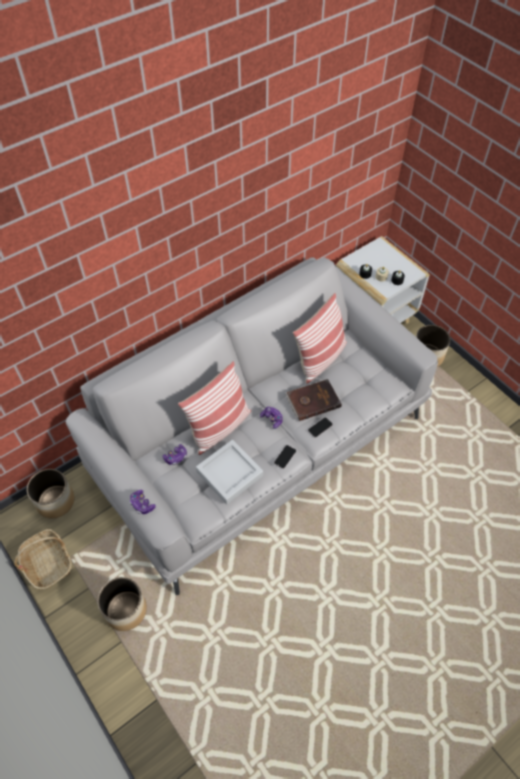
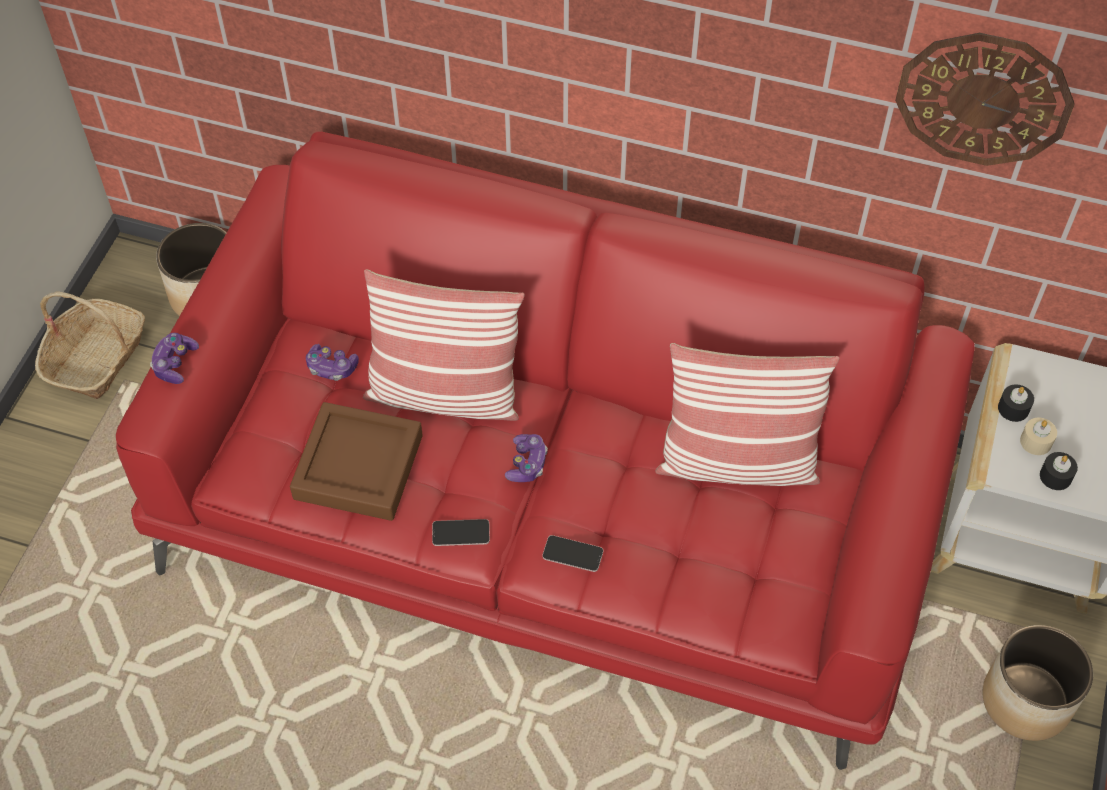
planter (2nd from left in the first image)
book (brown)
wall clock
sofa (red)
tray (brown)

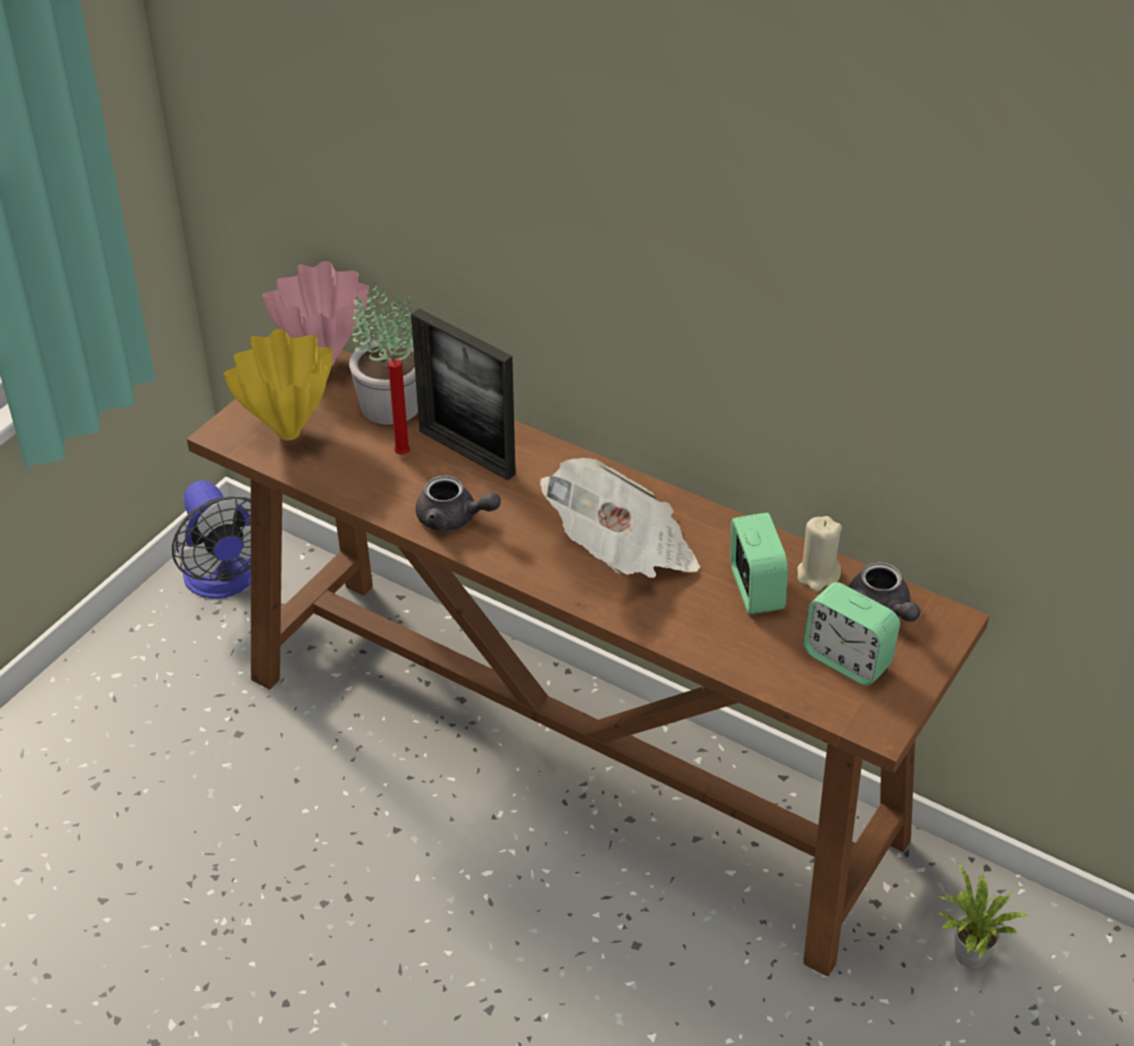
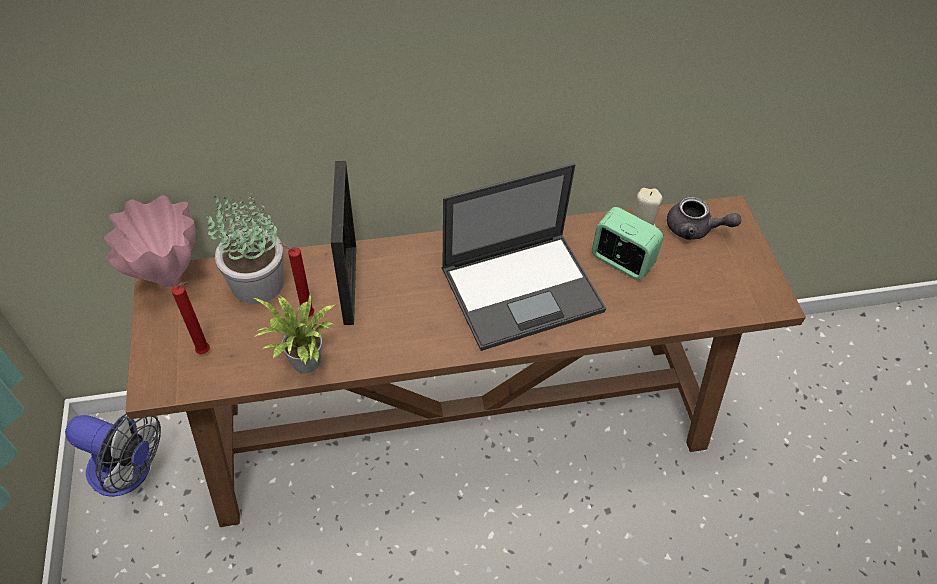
teapot (grey) (1st from left in the first image)
alarm clock (2nd from left in the first image)
potted plant (2nd from left)
candle (red) (1st from left)
laptop
picture frame

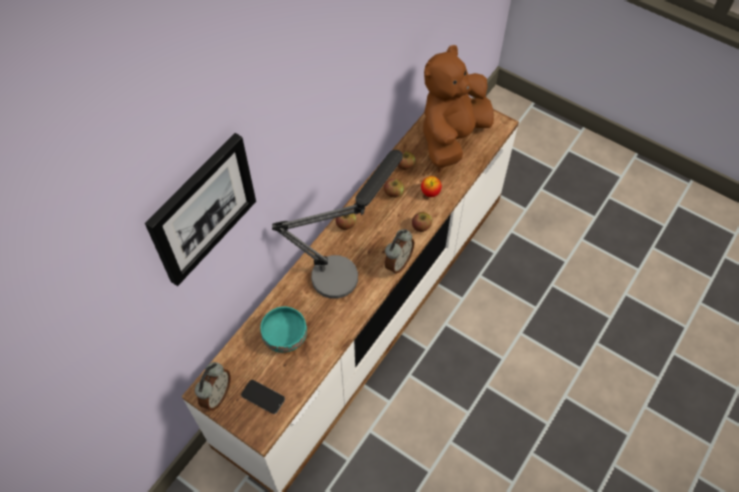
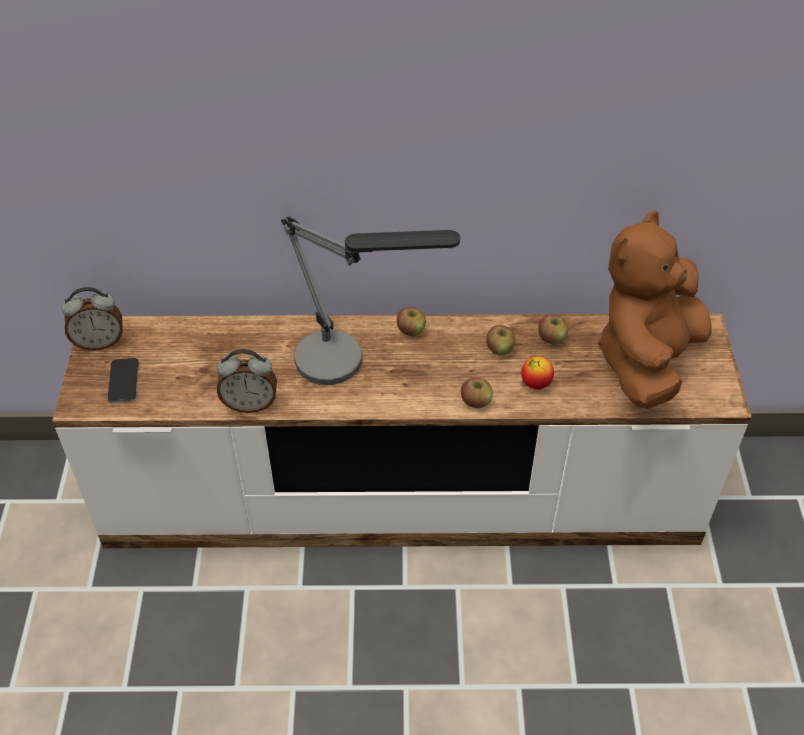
picture
bowl (turquoise)
alarm clock (2nd from left)
plush toy (brown)

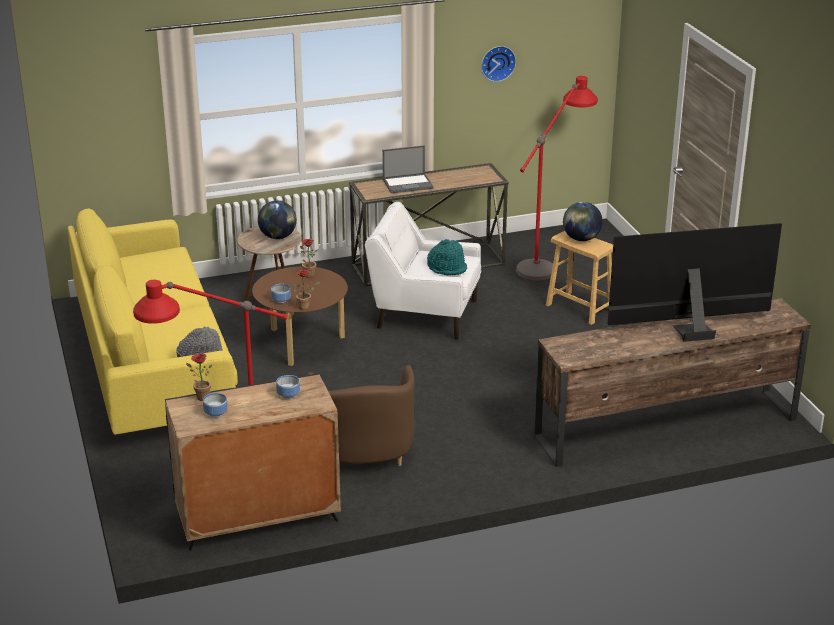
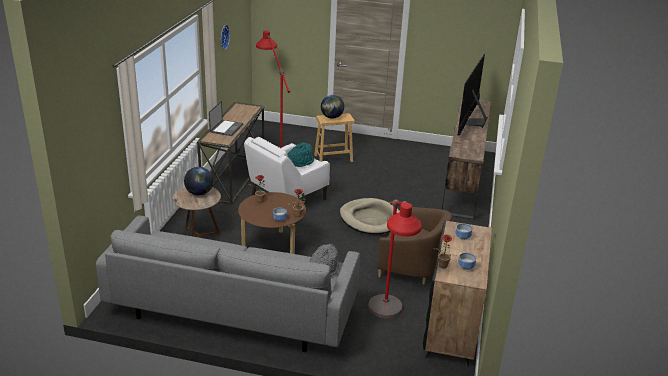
dog bed (beige)
sofa (grey)

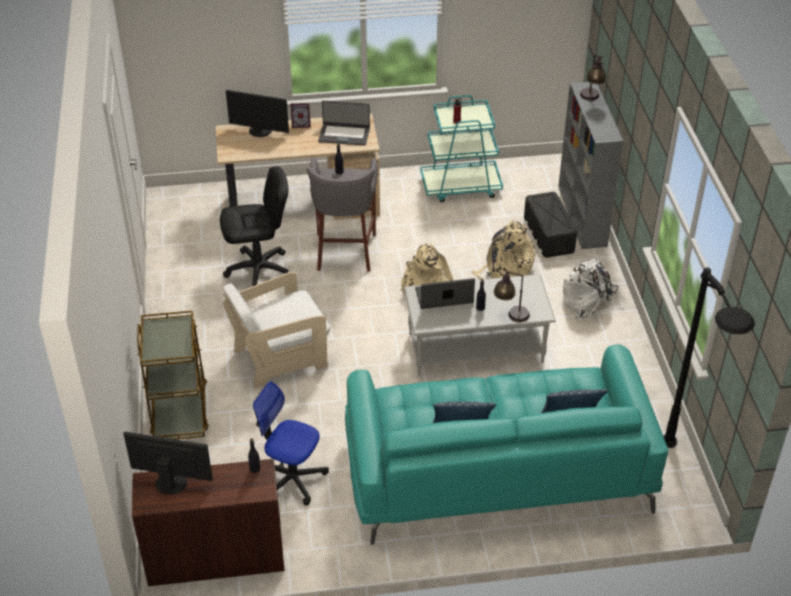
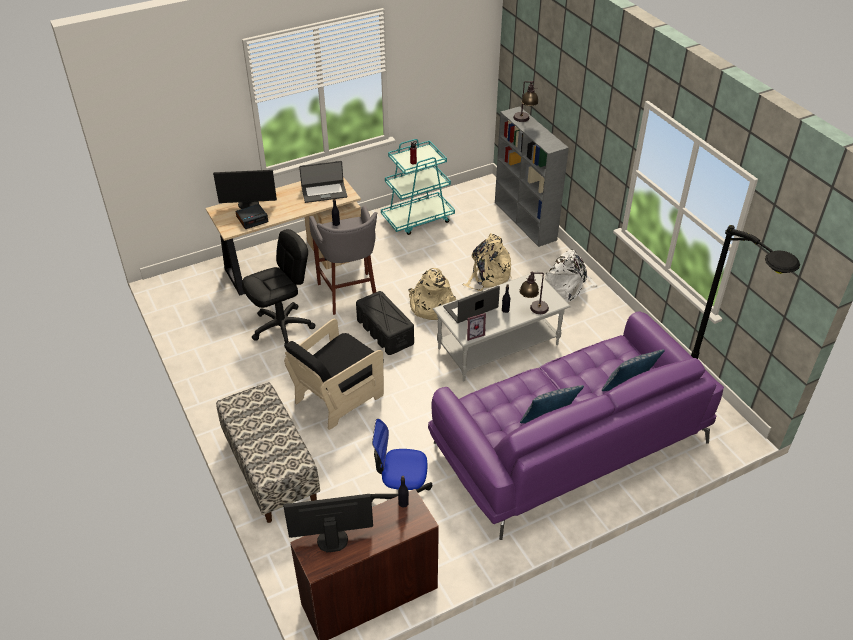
alarm clock
picture frame
storage box (black)
bench
armchair (black)
sofa (purple)

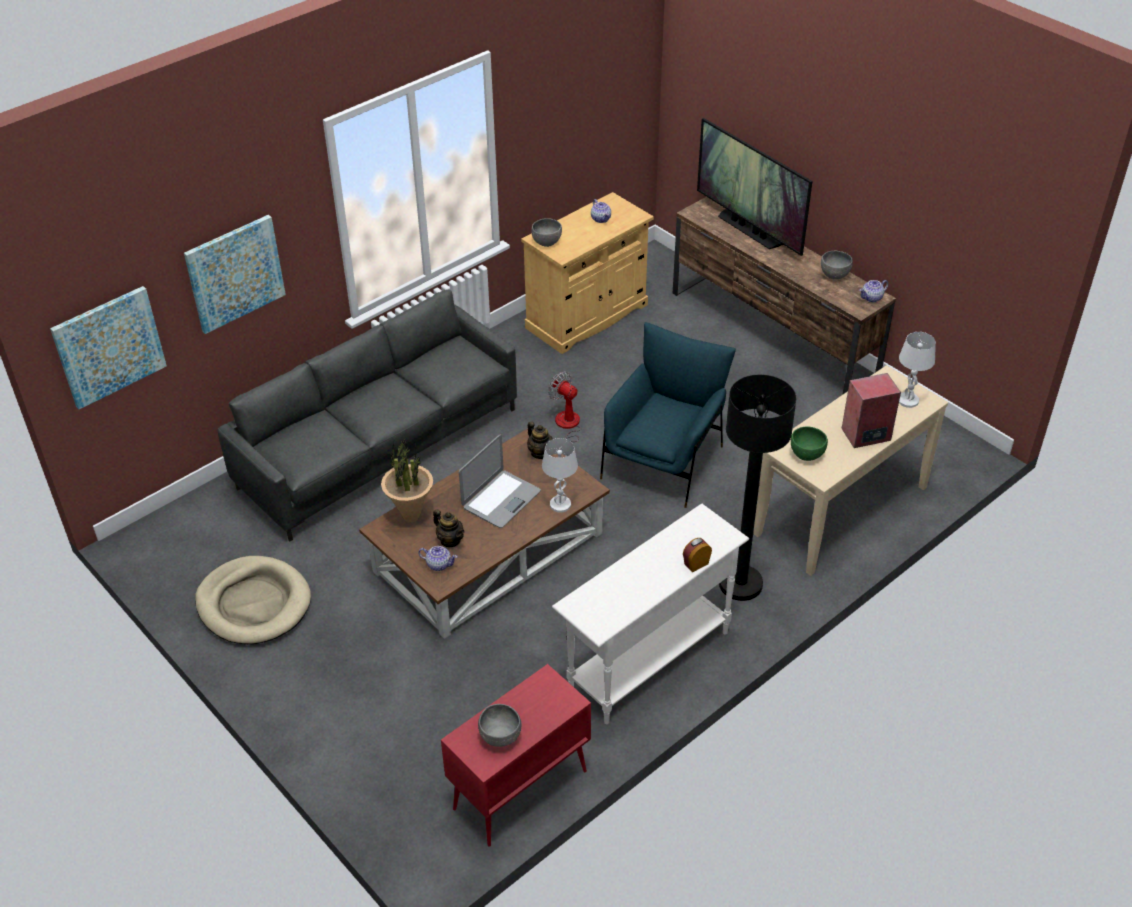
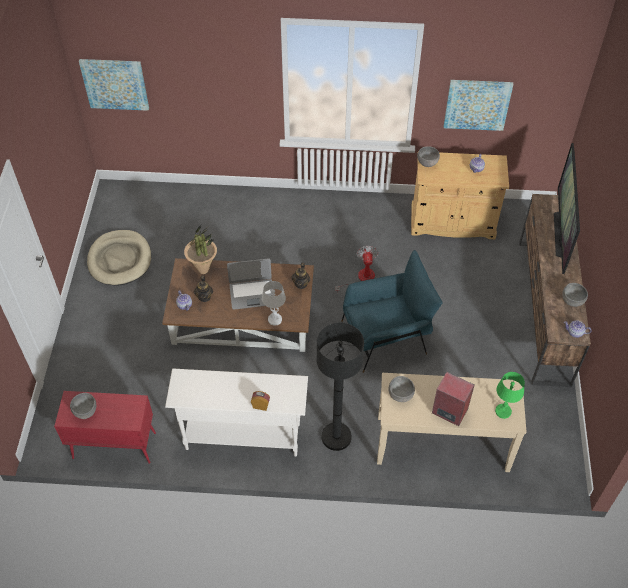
sofa (grey)
picture (2nd from left)
bowl (grey) (2nd from left)
table lamp (green)

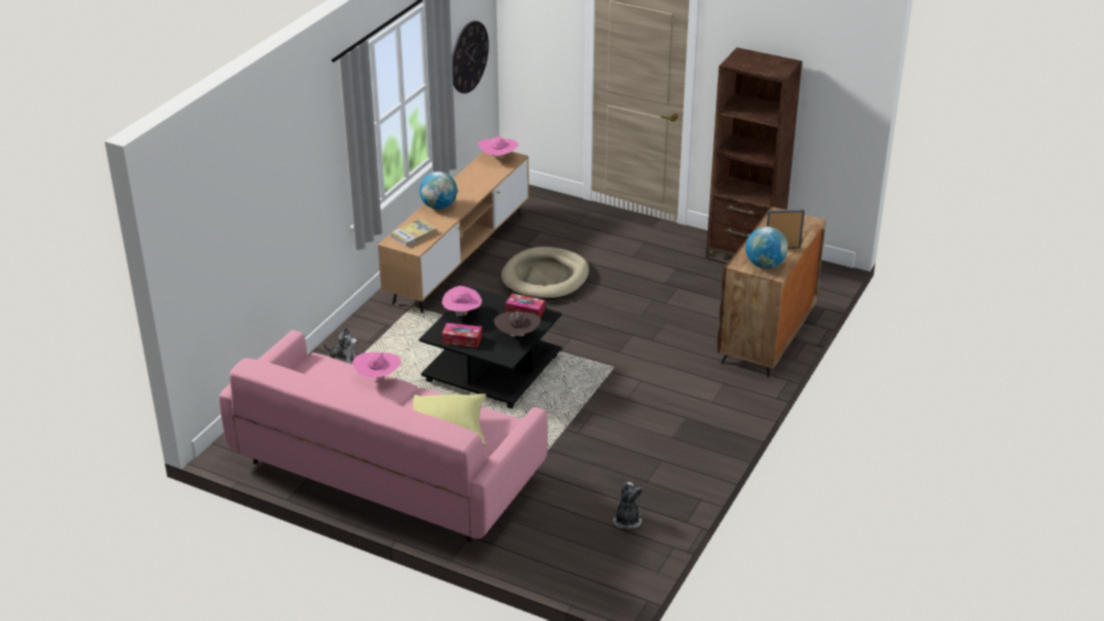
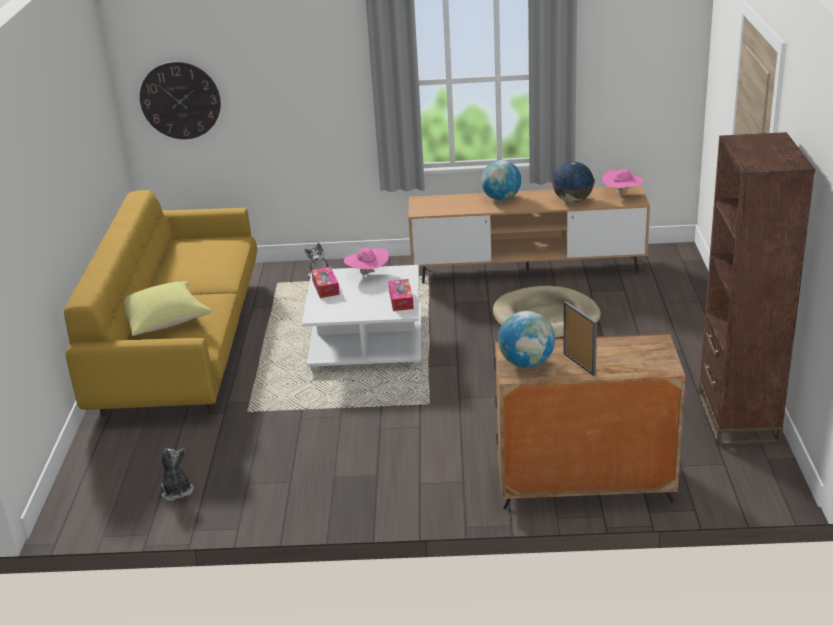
hat (pink) (1st from left in the first image)
book
hat (brown)
globe (3rd from left)
wall clock
sofa (yellow)
coffee table (white)
plush toy (1st from left)

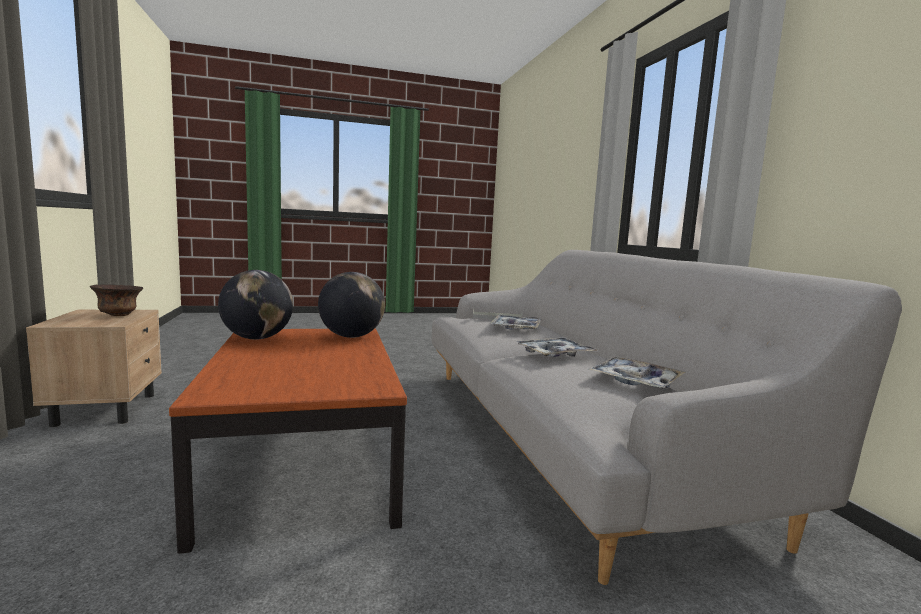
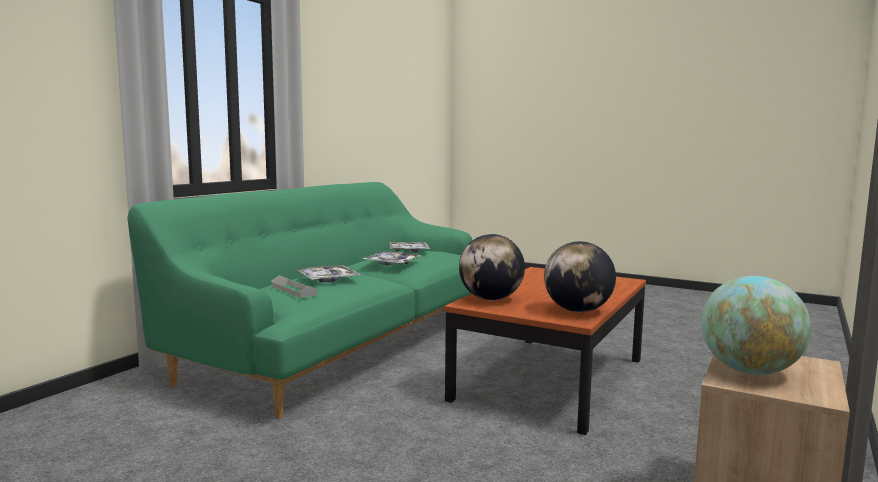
globe (3rd from left)
sofa (green)

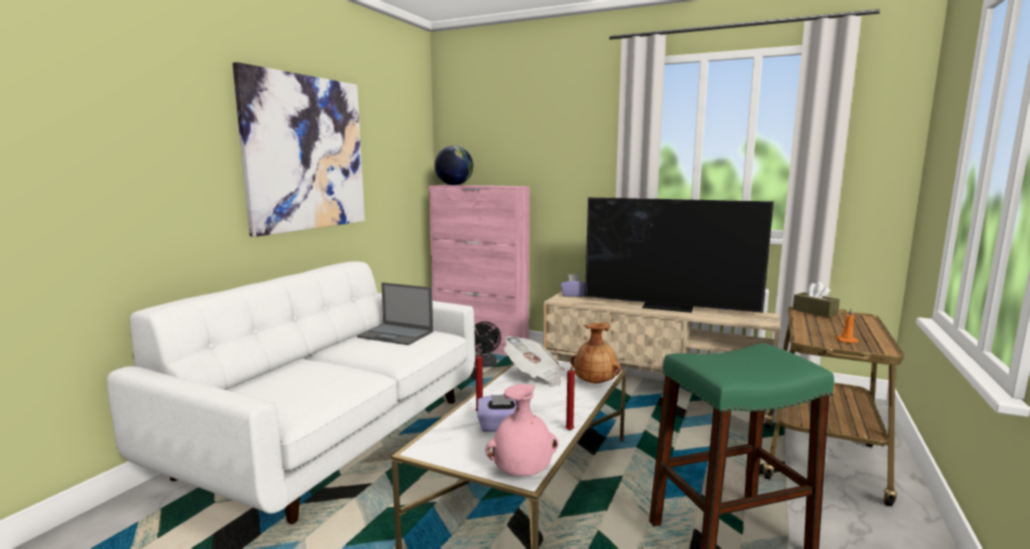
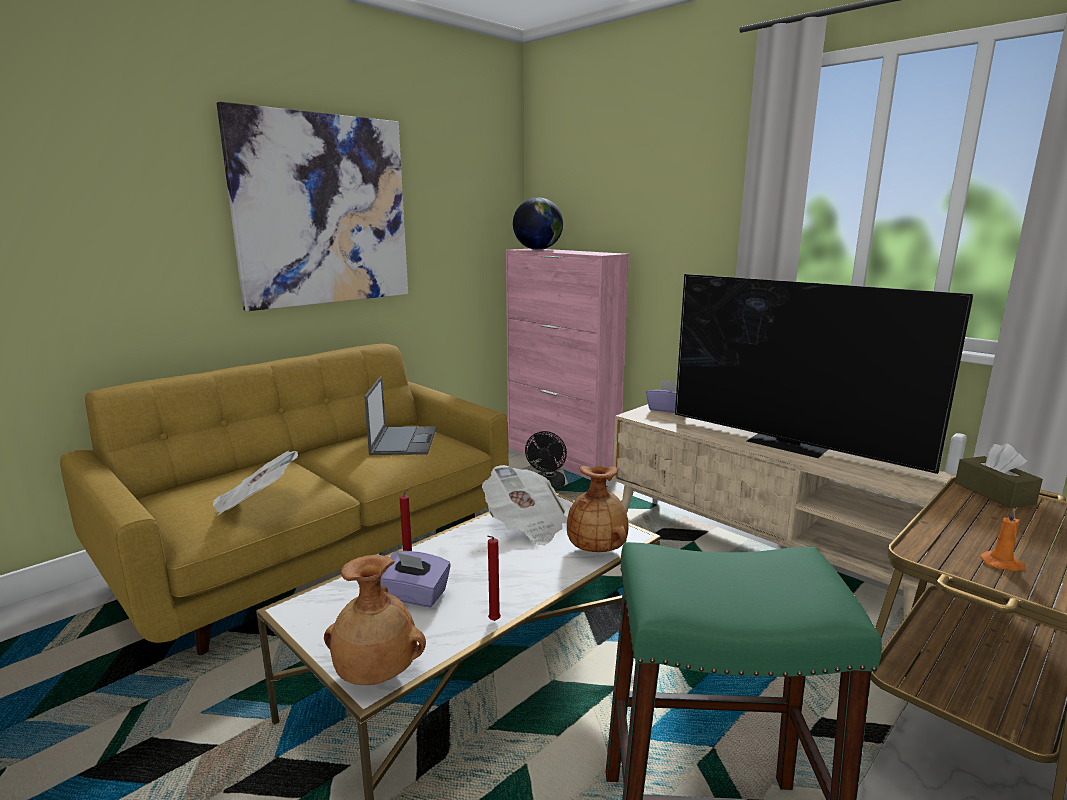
newspaper (1st from left)
sofa (yellow)
vase (brown) (1st from left)
laptop

